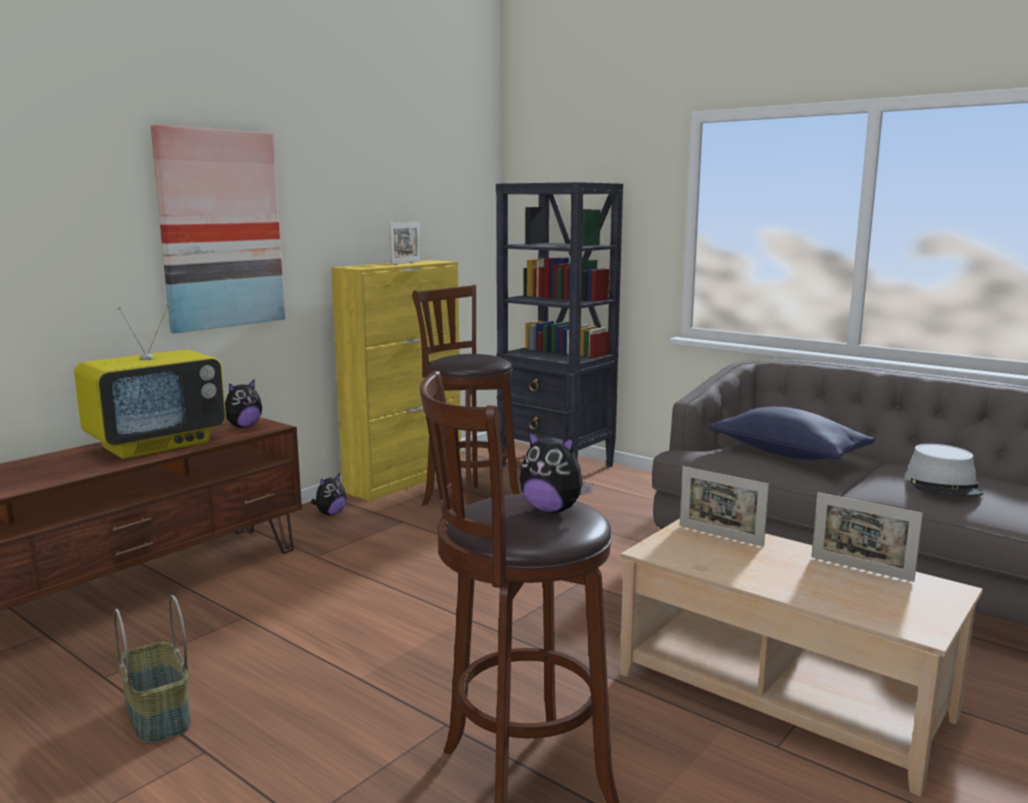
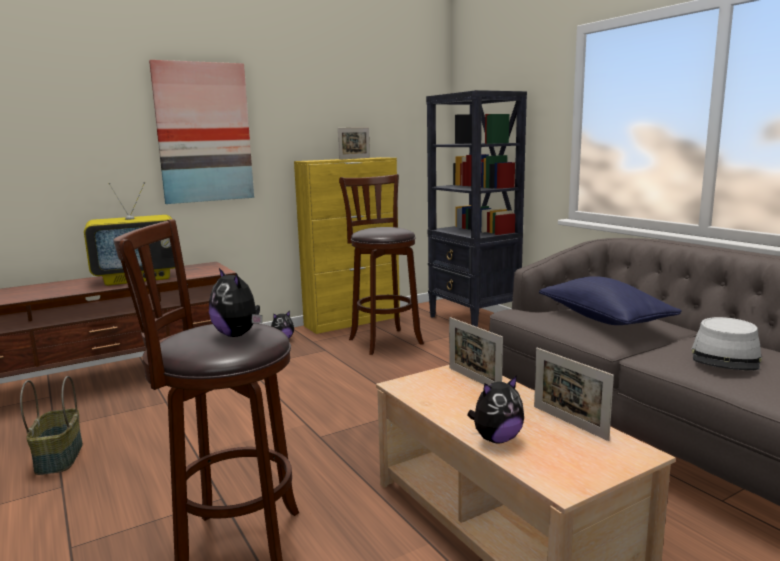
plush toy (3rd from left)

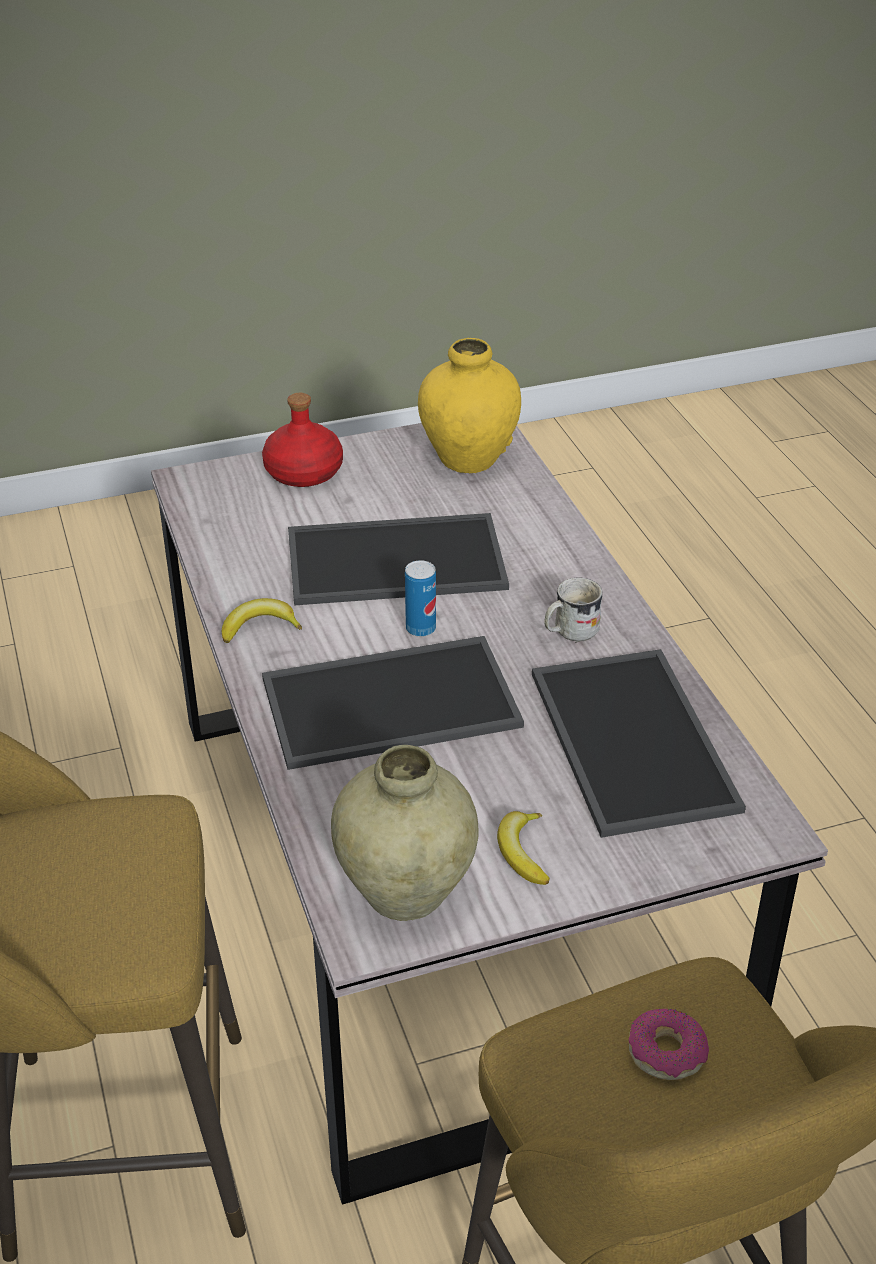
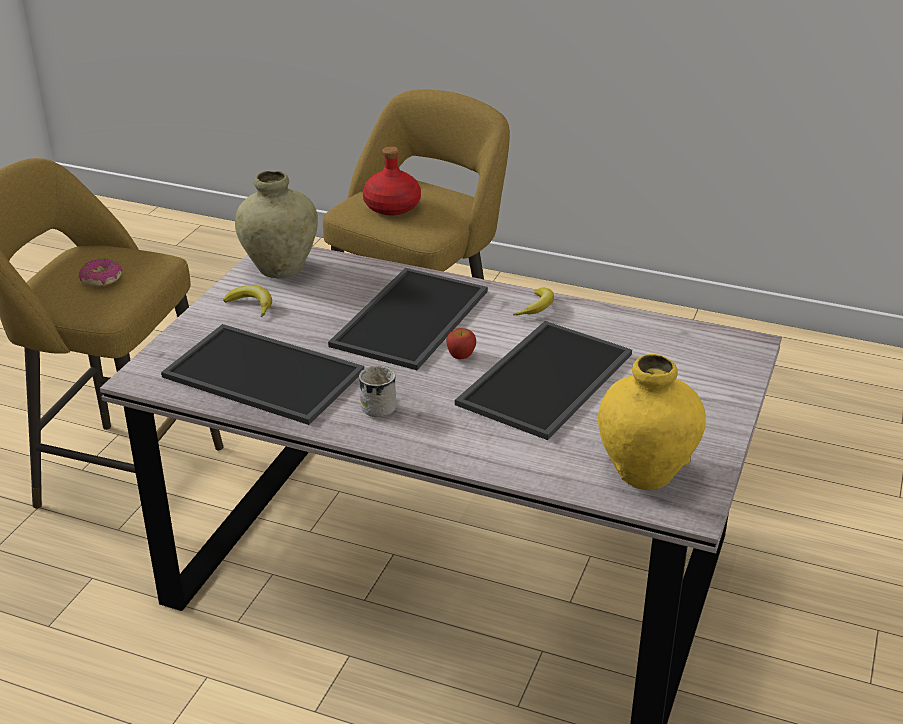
bottle (red)
apple

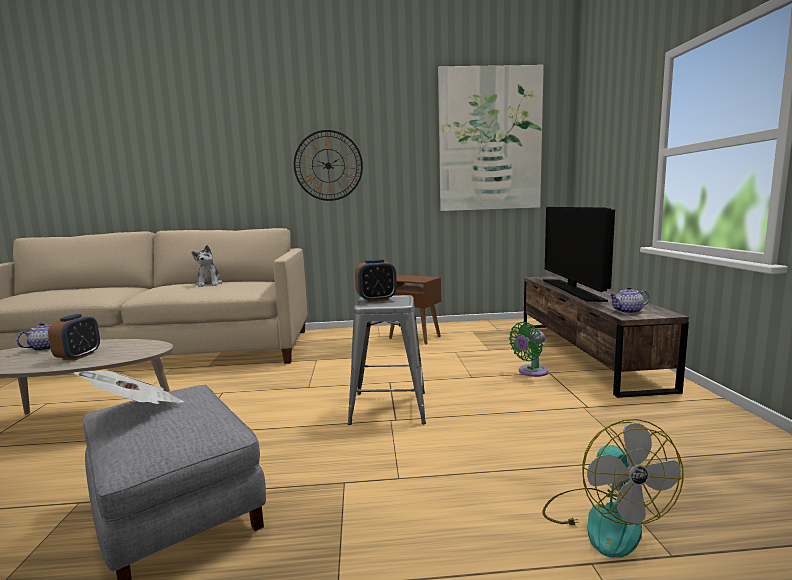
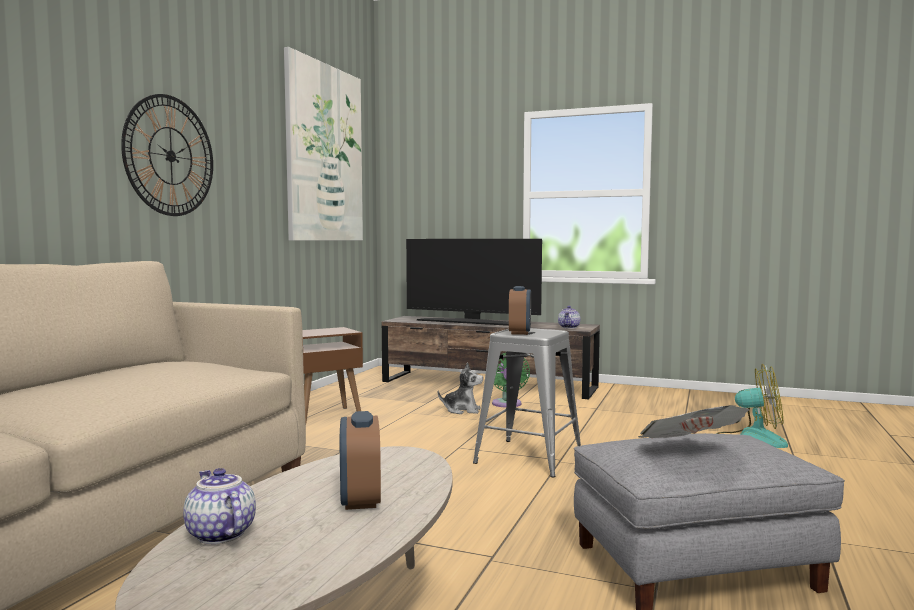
plush toy
alarm clock (1st from left)

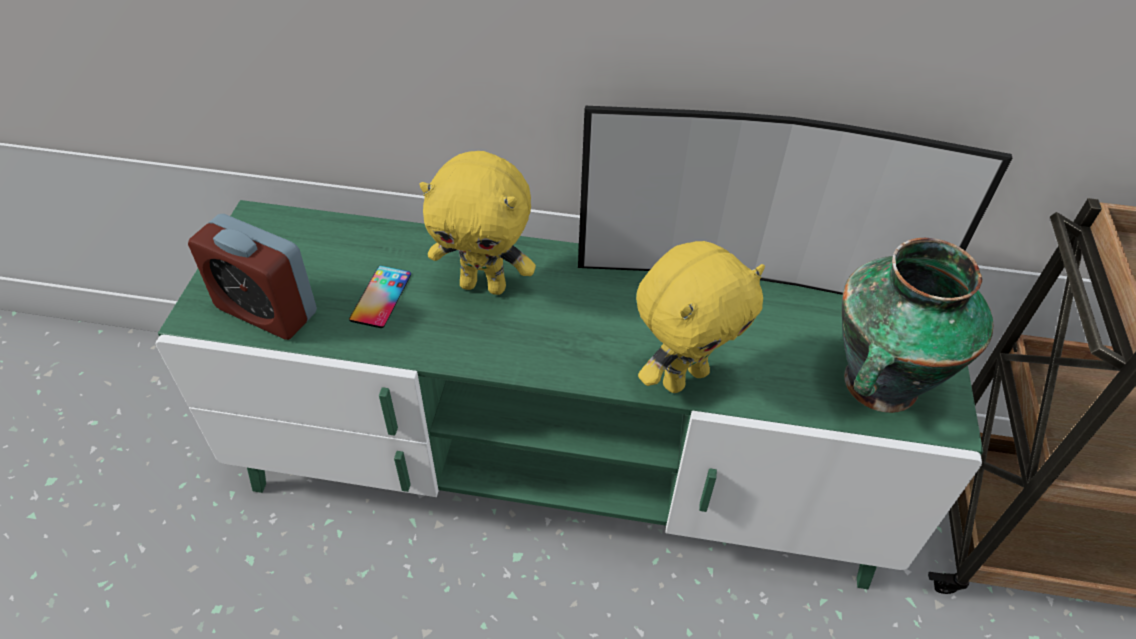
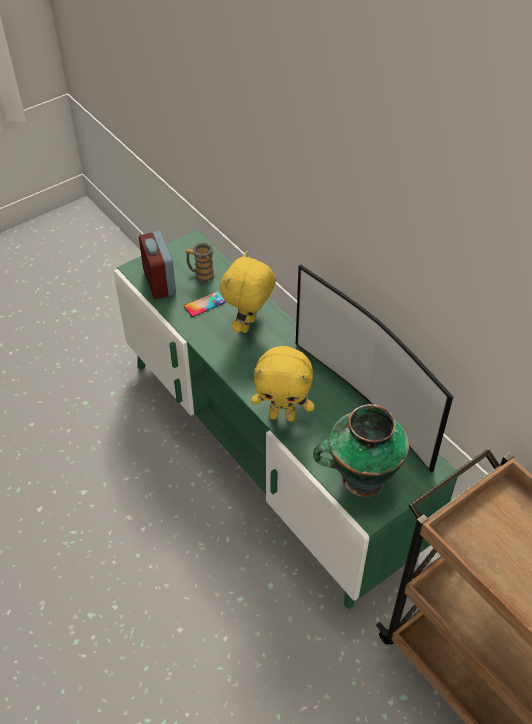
mug
plush toy (yellow) (1st from left)

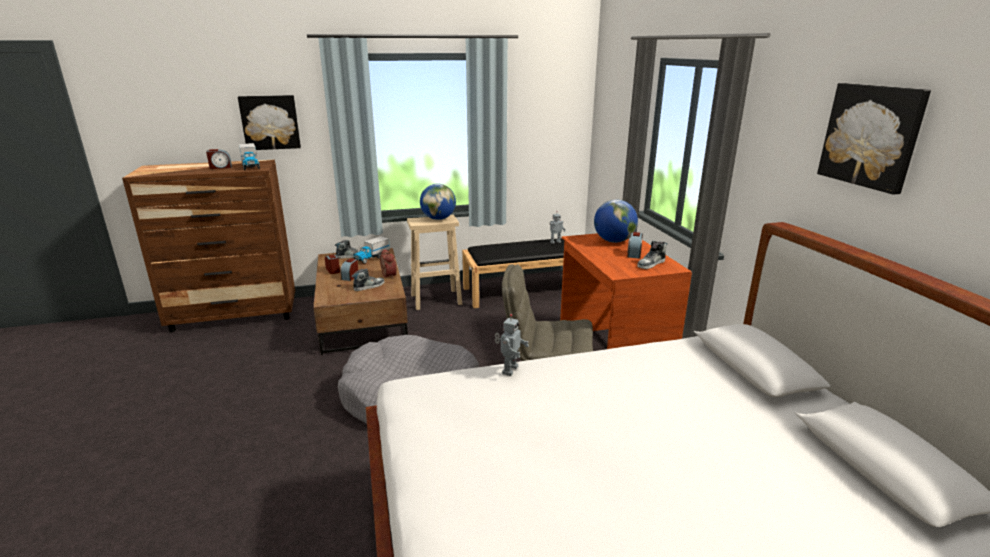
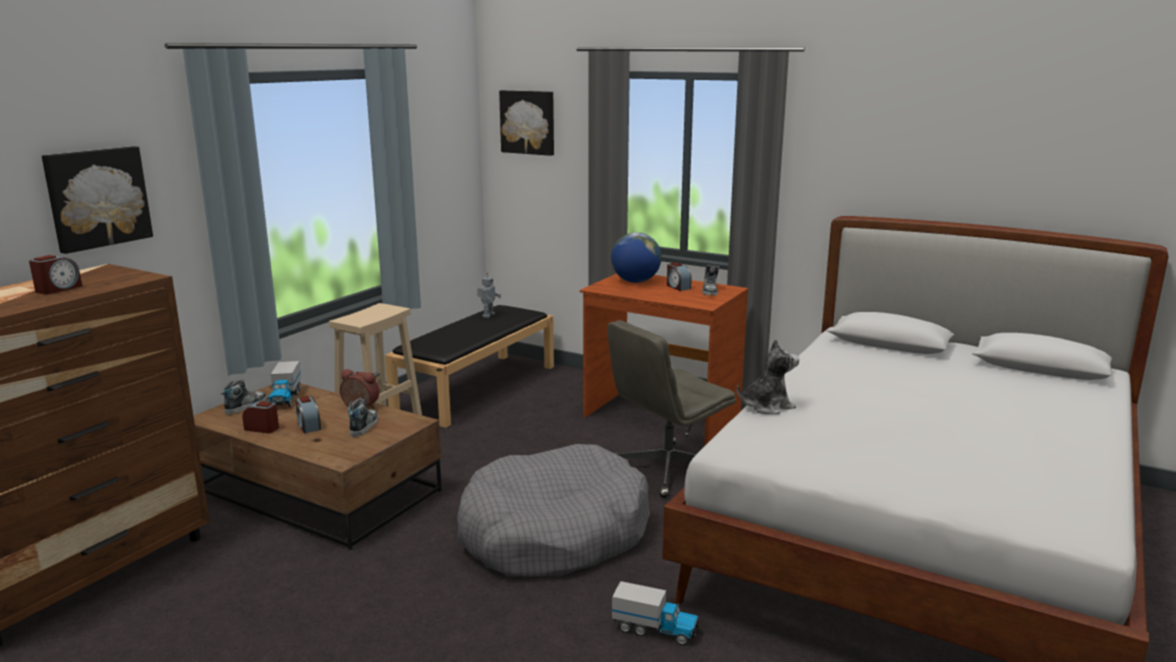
globe (1st from left in the first image)
toy truck (2nd from left)
picture (2nd from left)
plush toy

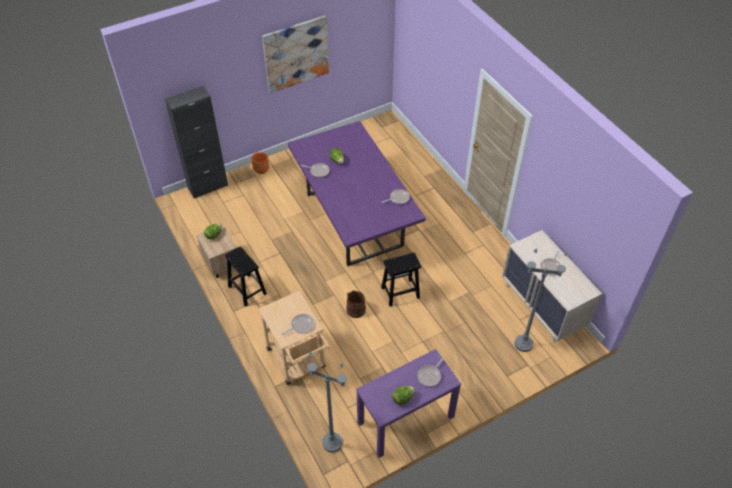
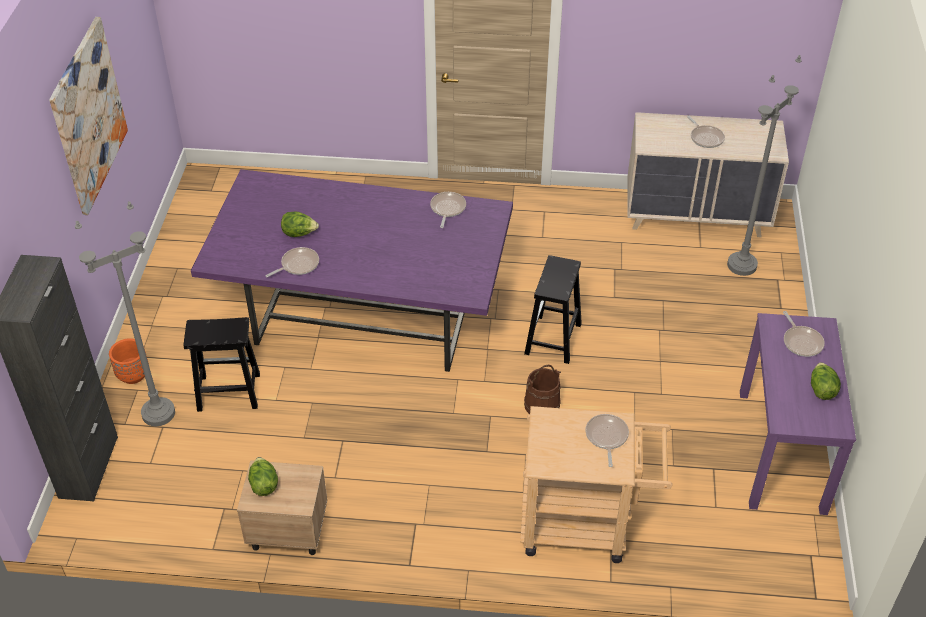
stool (black) (1st from left)
floor lamp (grey) (1st from left)

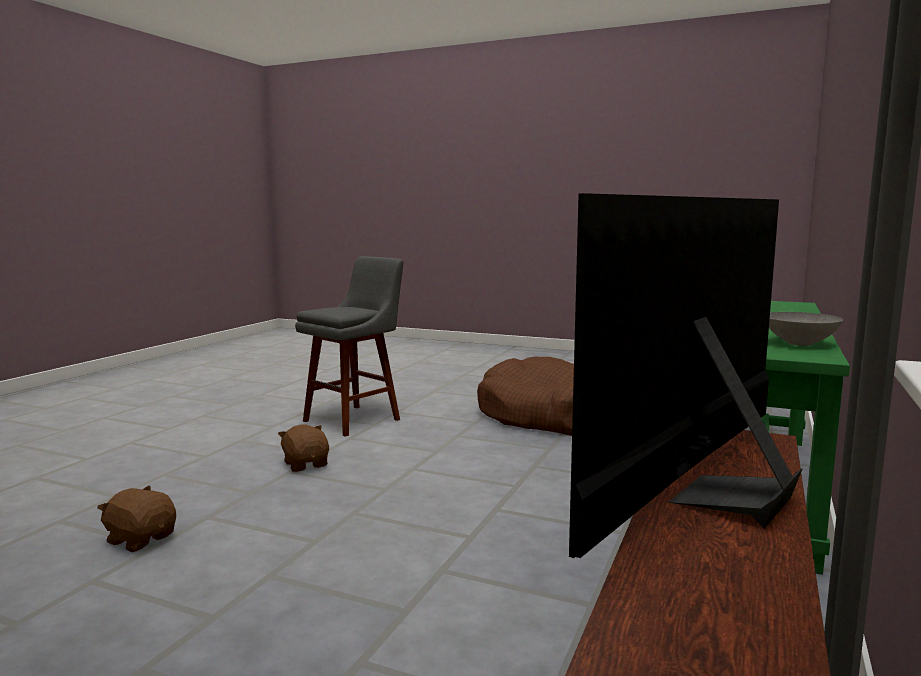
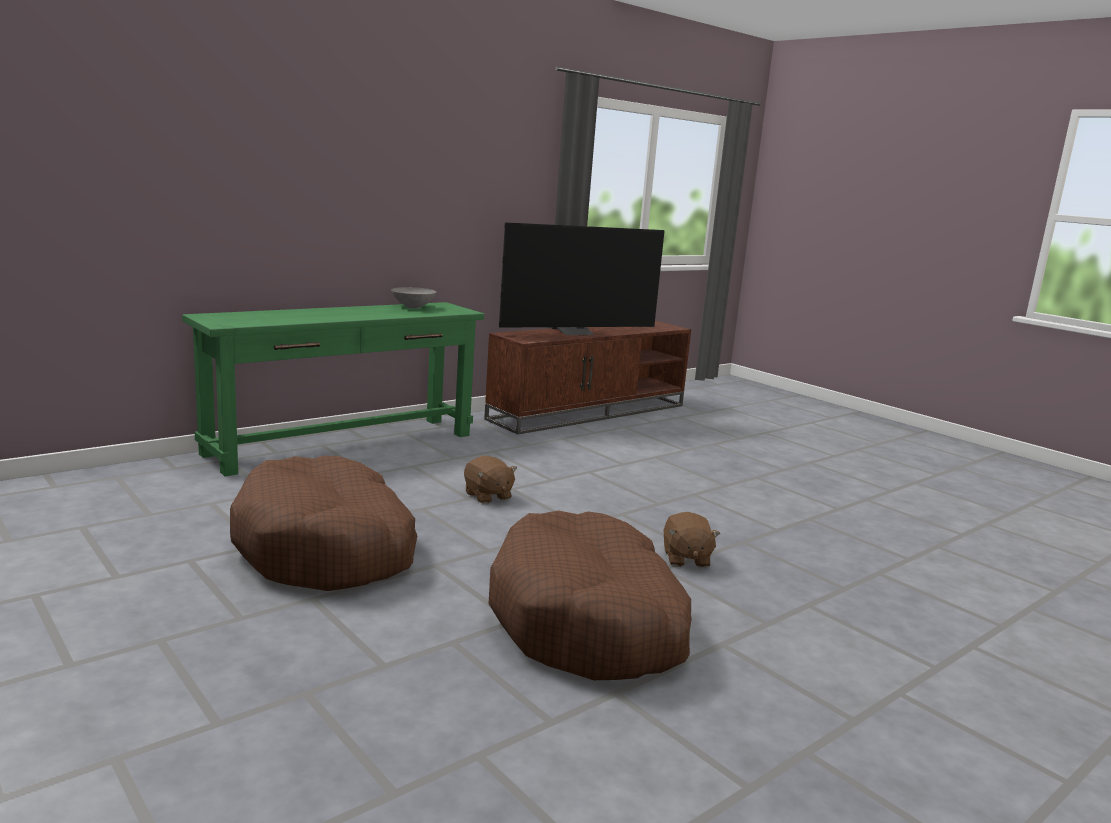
plush toy (brown) (1st from left)
dog bed (brown) (2nd from left)

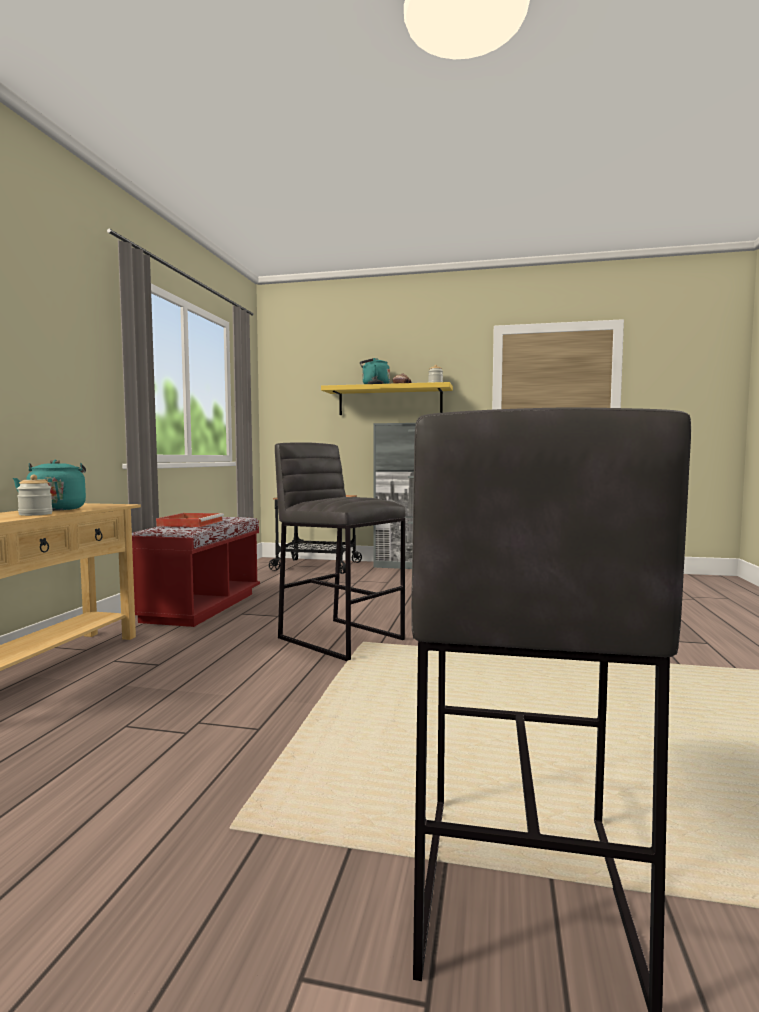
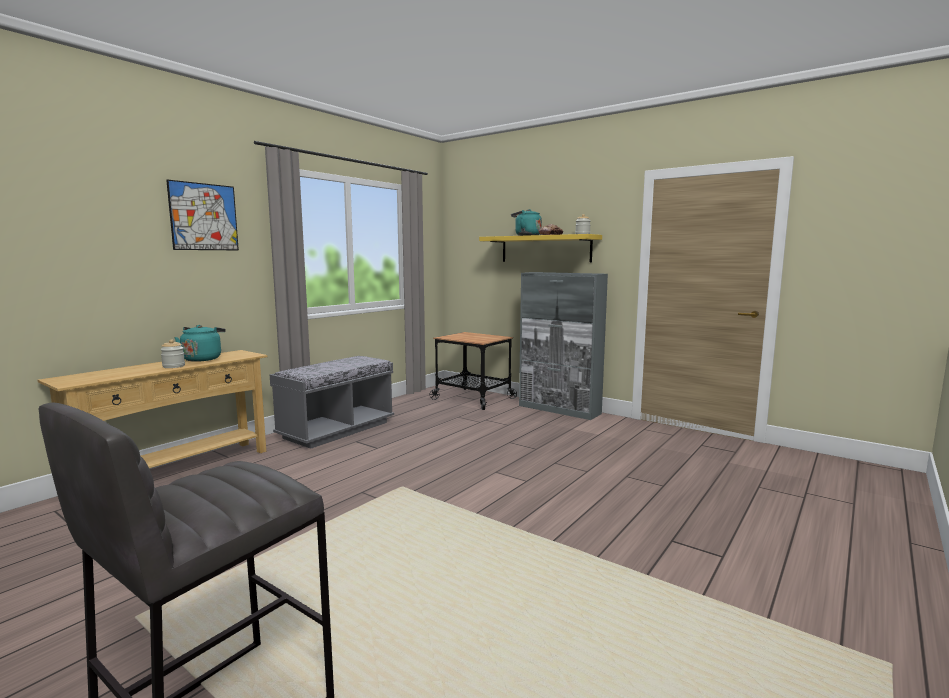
tray (red)
stool (grey) (1st from left in the first image)
picture
bench (grey)

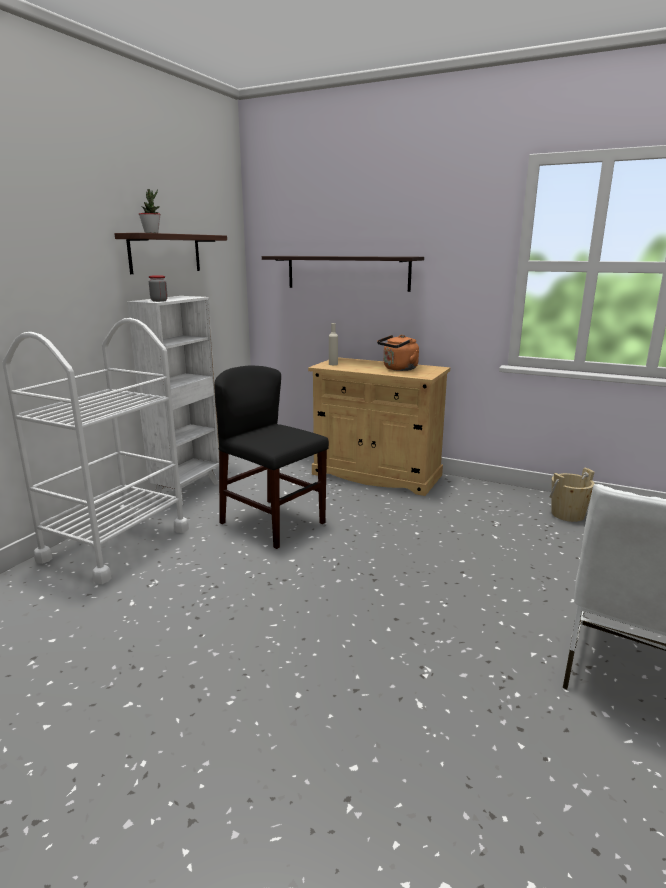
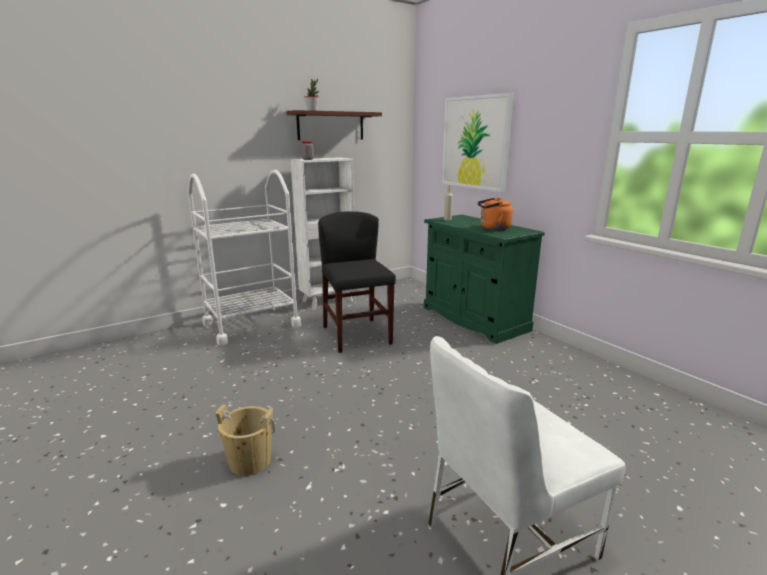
bucket (beige)
picture
cabinet (green)

